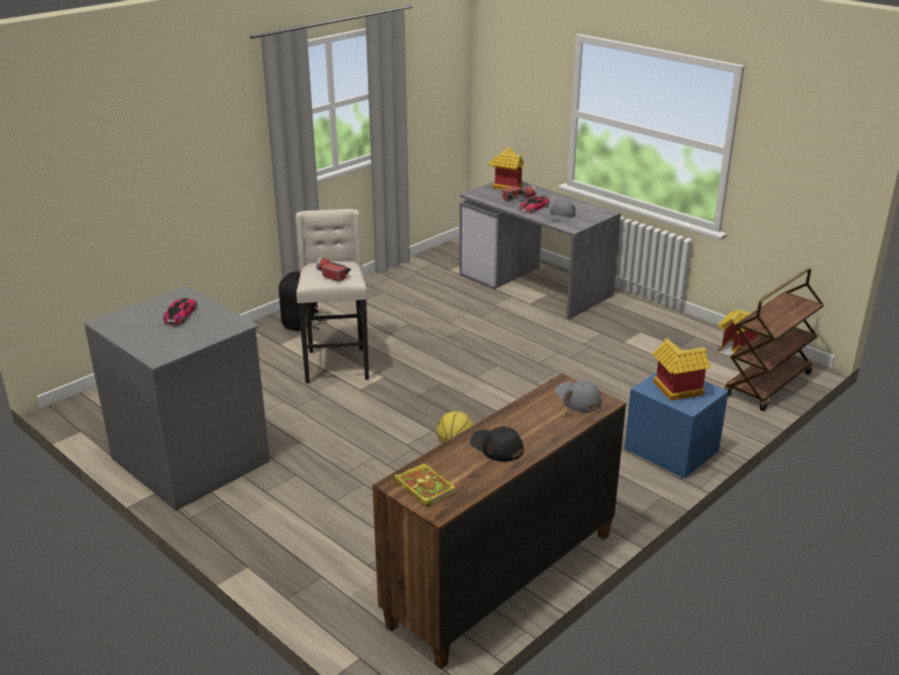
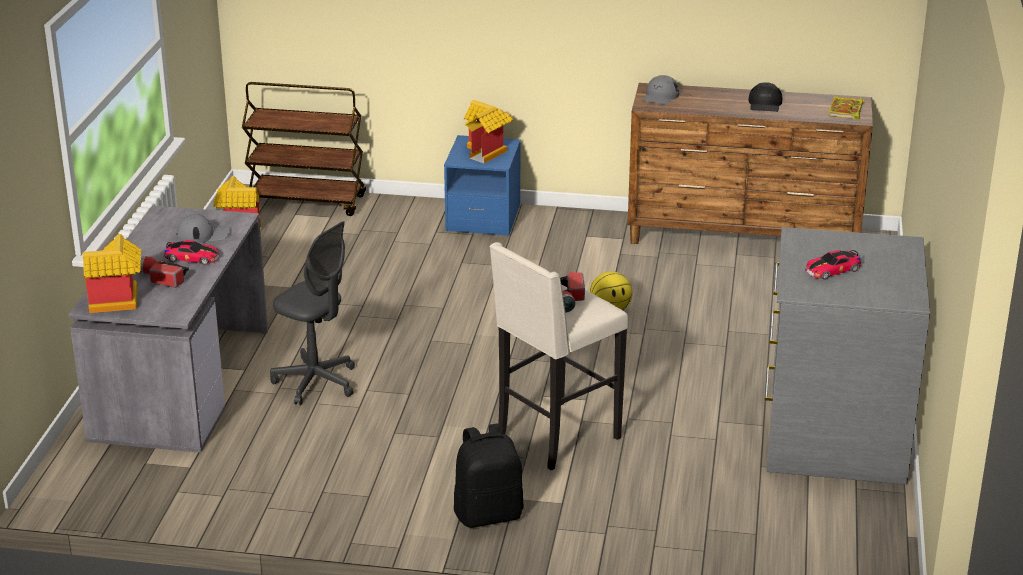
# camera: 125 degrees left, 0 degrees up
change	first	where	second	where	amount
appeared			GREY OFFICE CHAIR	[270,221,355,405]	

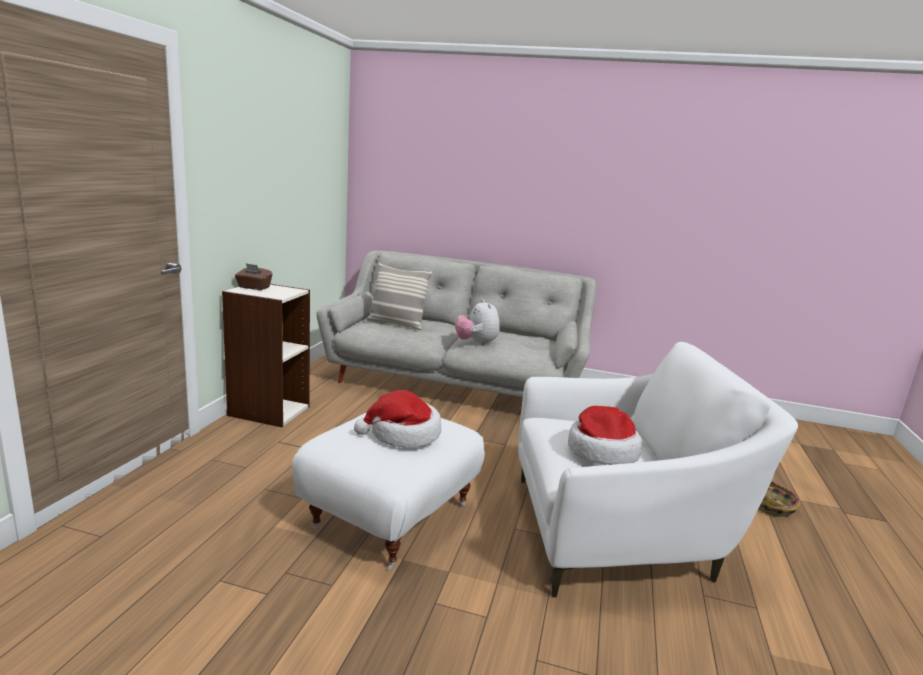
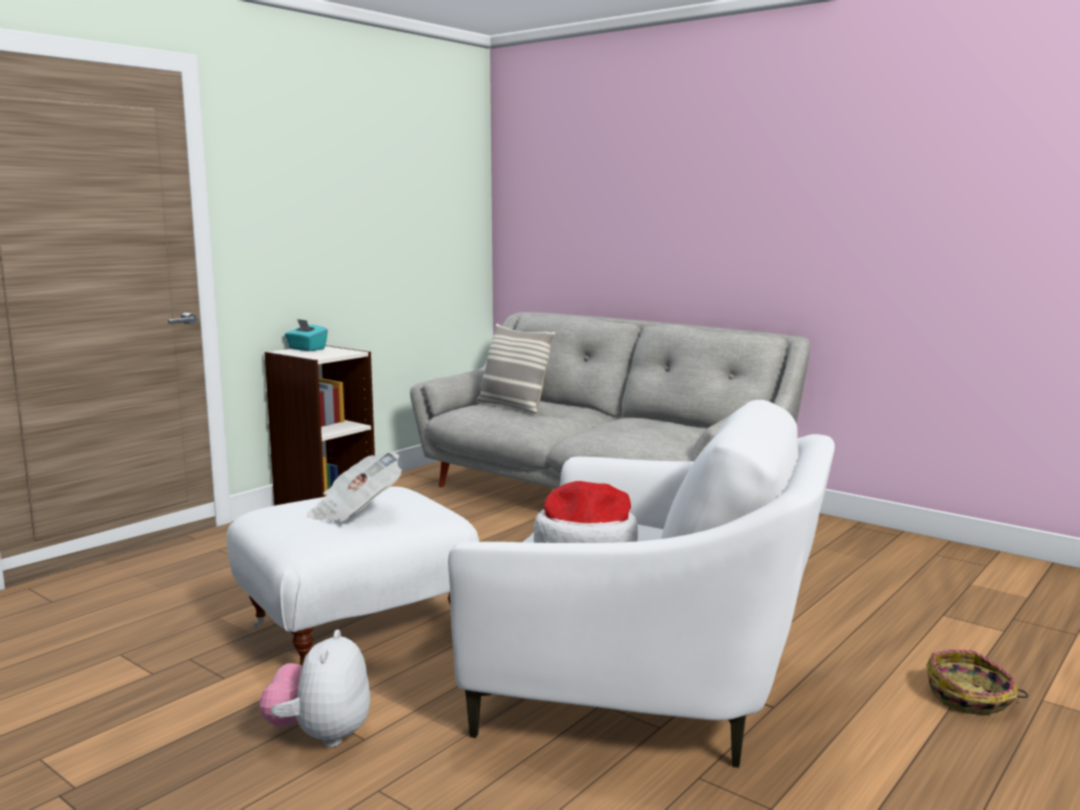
# camera: 25 degrees right, 5 degrees down
change	first	where	second	where	amount
relocated	PLUSH TOY	[455,299,500,346]		[259,630,370,747]	
colour	BROWN TISSUE BOX	[235,263,273,290]	TURQUOISE TISSUE BOX	[285,319,328,351]	
exchanged	HAT	[354,390,441,448]	NEWSPAPER	[307,452,402,522]	

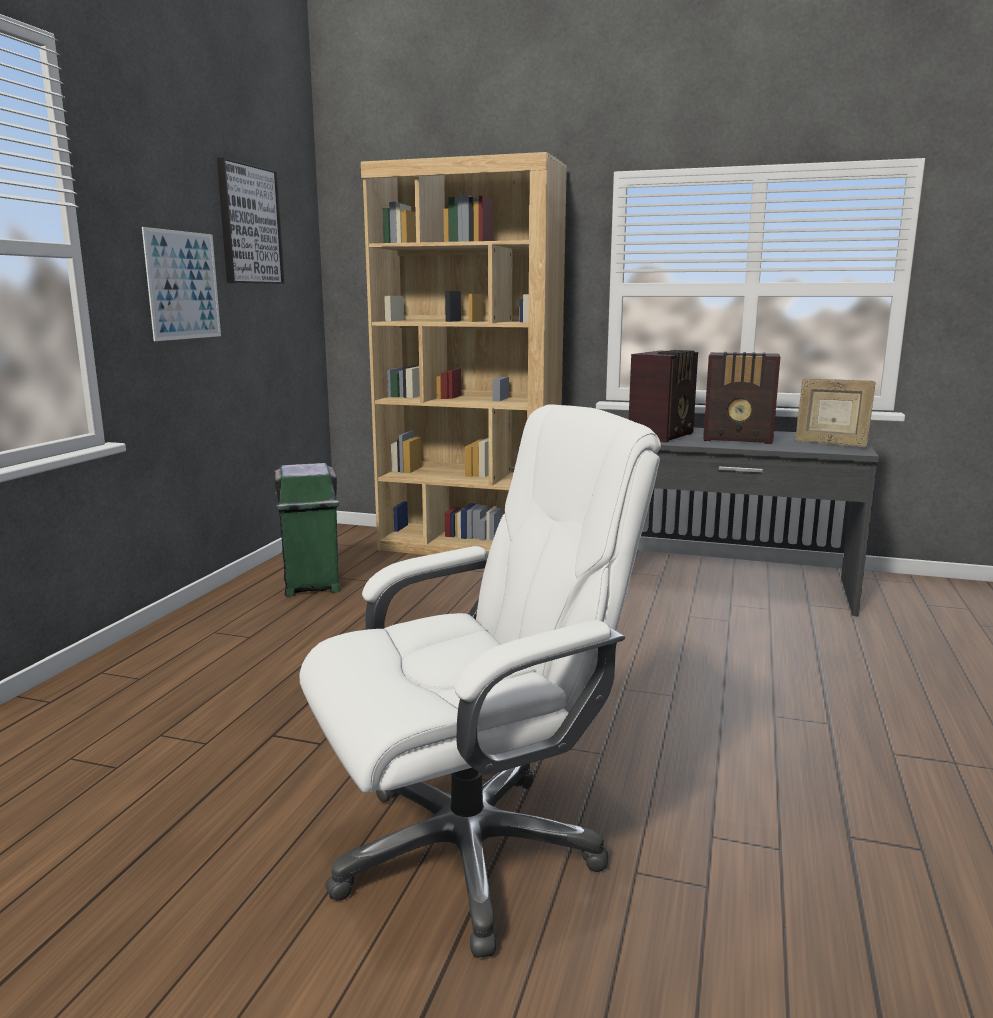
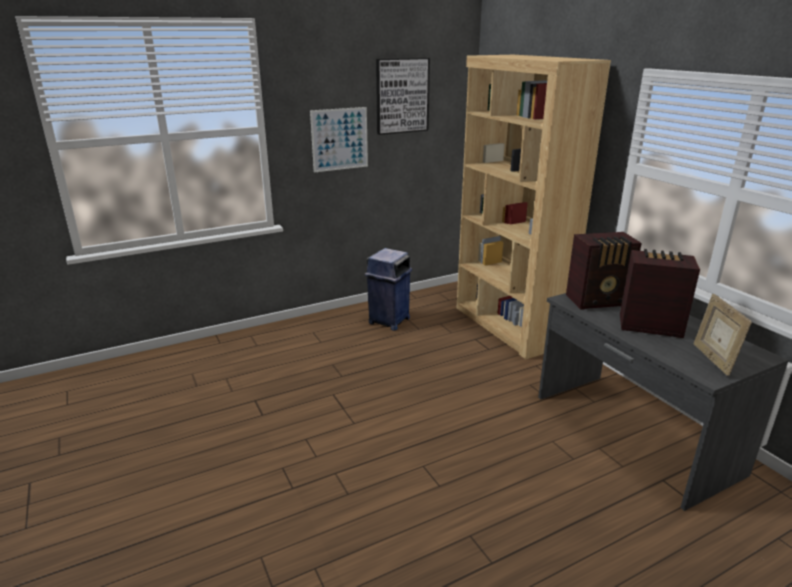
# camera: 45 degrees right, 10 degrees up
change	first	where	second	where	amount
colour	GREEN TRASH CAN	[274,463,341,597]	BLUE TRASH CAN	[365,248,412,331]	
spun	RADIO	[703,352,780,444]		[620,249,700,338]	135 degrees clockwise
missing	WHITE OFFICE CHAIR	[299,404,661,958]			

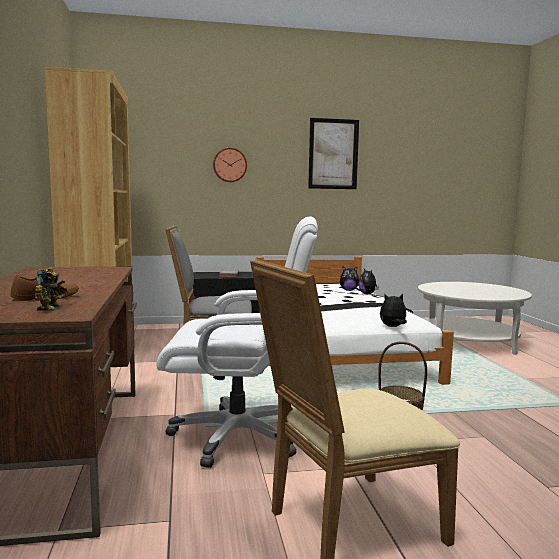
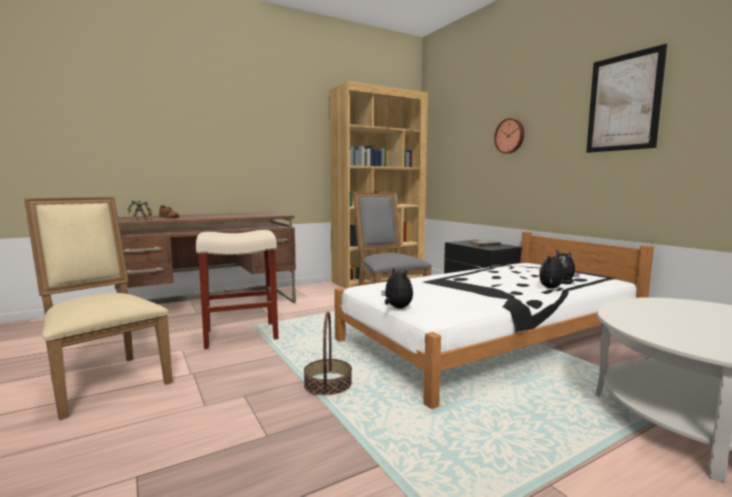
# camera: 70 degrees right, 0 degrees up
change	first	where	second	where	amount
exchanged	WHITE OFFICE CHAIR	[157,216,318,468]	BEIGE STOOL	[196,230,278,349]	

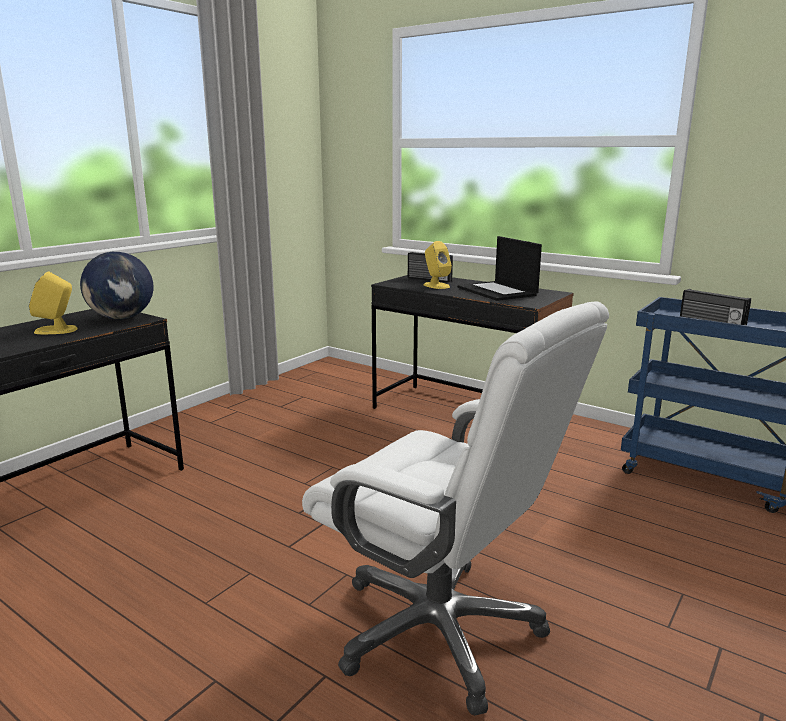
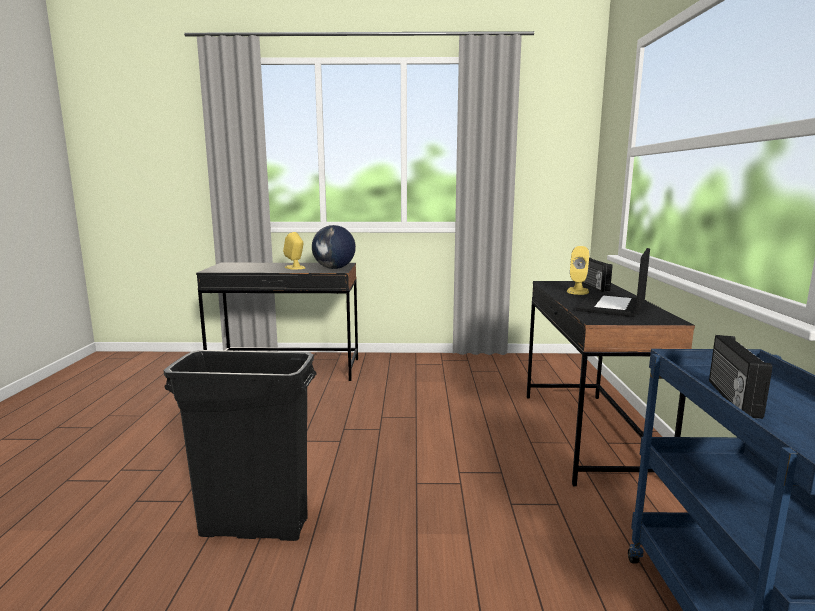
# camera: 55 degrees right, 5 degrees down
change	first	where	second	where	amount
exchanged	WHITE OFFICE CHAIR	[302,301,609,716]	BLACK TRASH CAN	[164,350,317,541]	

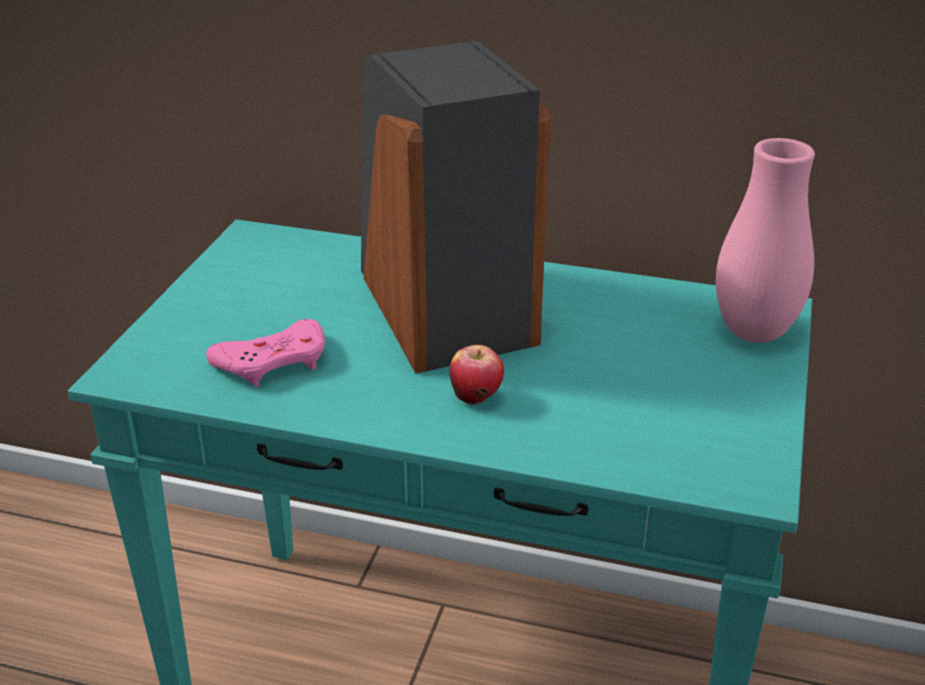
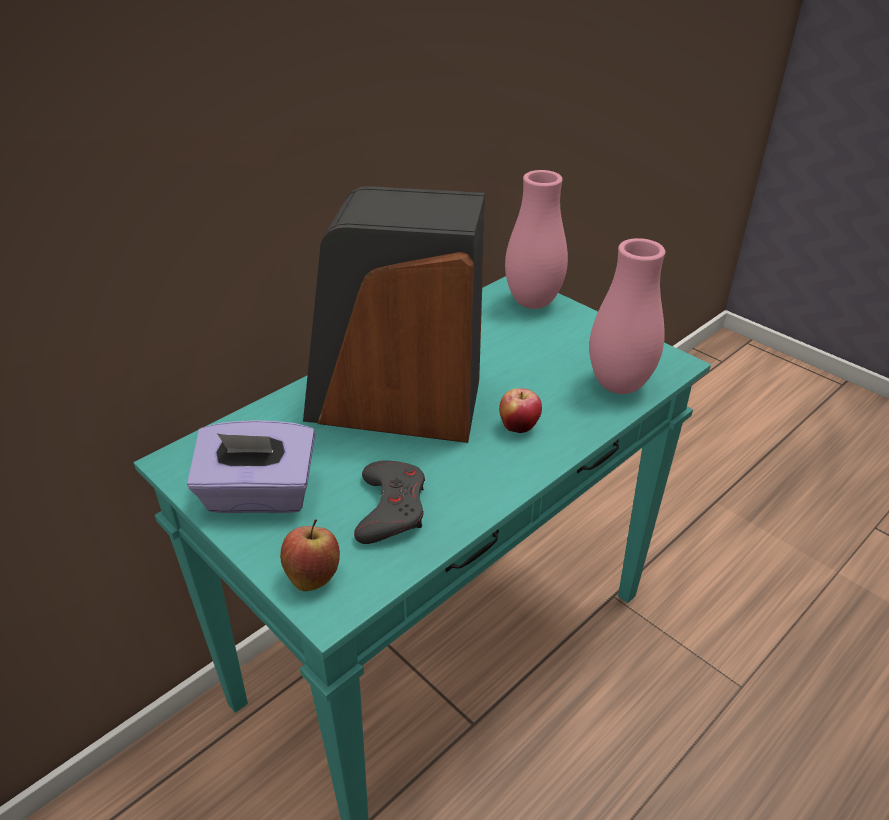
# camera: 60 degrees left, 5 degrees up
change	first	where	second	where	amount
appeared			PURPLE TISSUE BOX	[187,420,315,513]	
appeared			APPLE	[280,519,340,591]	
colour	PINK GAME CONTROLLER	[206,319,325,387]	GREY GAME CONTROLLER	[354,460,425,544]	
appeared			PINK VASE	[589,238,665,394]	

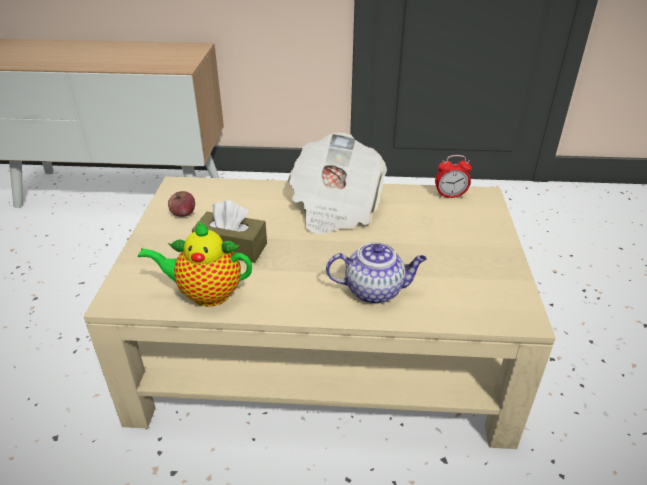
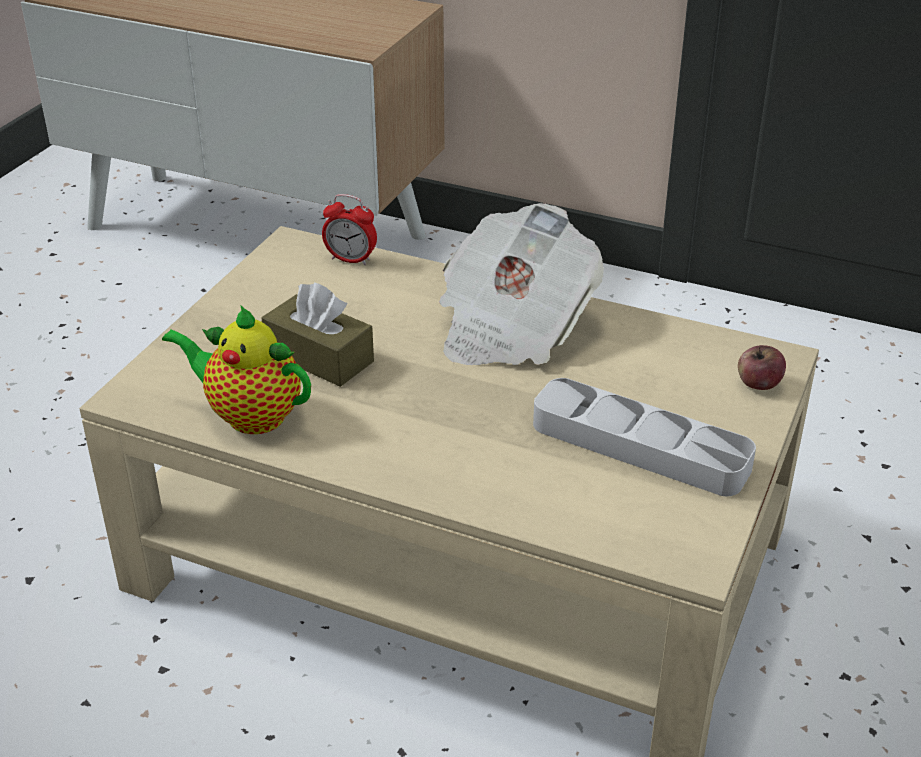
# camera: 20 degrees right, 0 degrees up
change	first	where	second	where	amount
relocated	ALARM CLOCK	[435,155,472,198]		[322,194,377,265]	
appeared			GREY TRAY	[533,378,756,496]	
relocated	APPLE	[168,191,195,217]		[738,345,786,390]	
missing	TEAPOT	[326,242,427,304]			

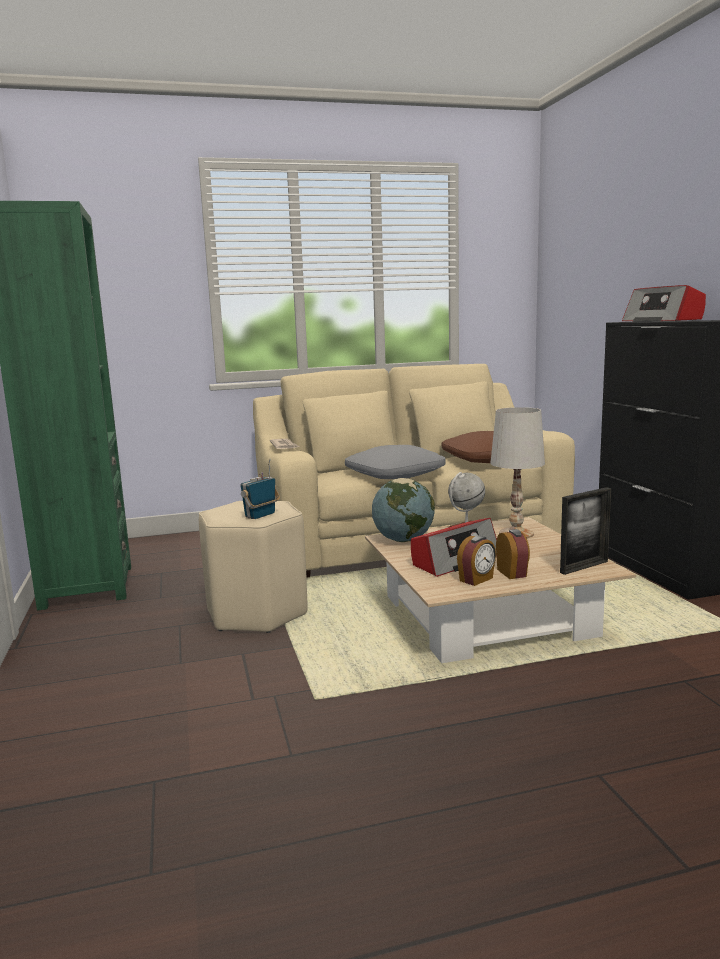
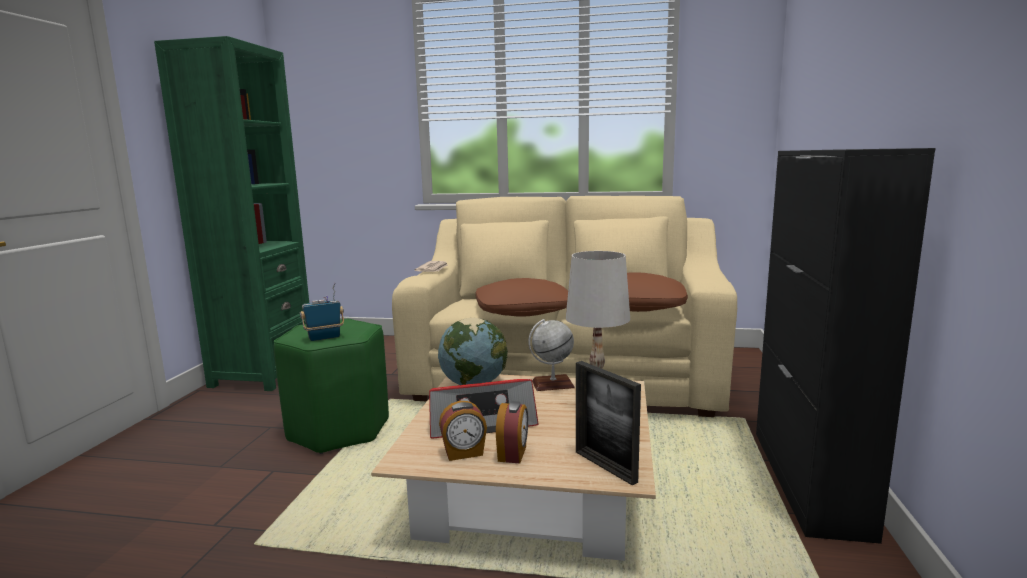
# camera: 25 degrees right, 0 degrees up
change	first	where	second	where	amount
colour	BEIGE STOOL	[199,501,307,633]	GREEN STOOL	[274,319,389,454]	
colour	GREY PILLOW	[345,445,445,479]	BROWN PILLOW	[475,278,568,316]	
spun	PICTURE FRAME	[560,487,611,575]		[576,361,641,486]	60 degrees clockwise
missing	RADIO	[622,285,706,322]			

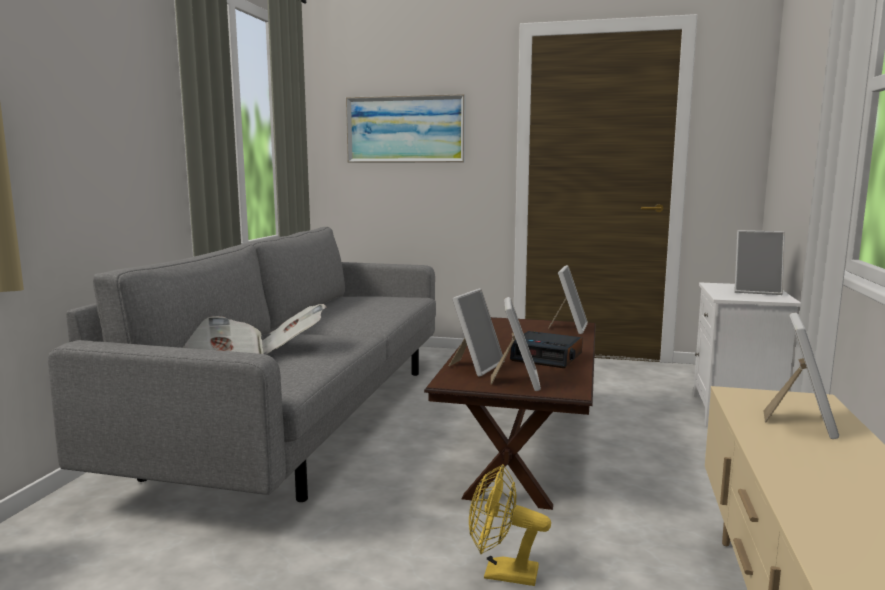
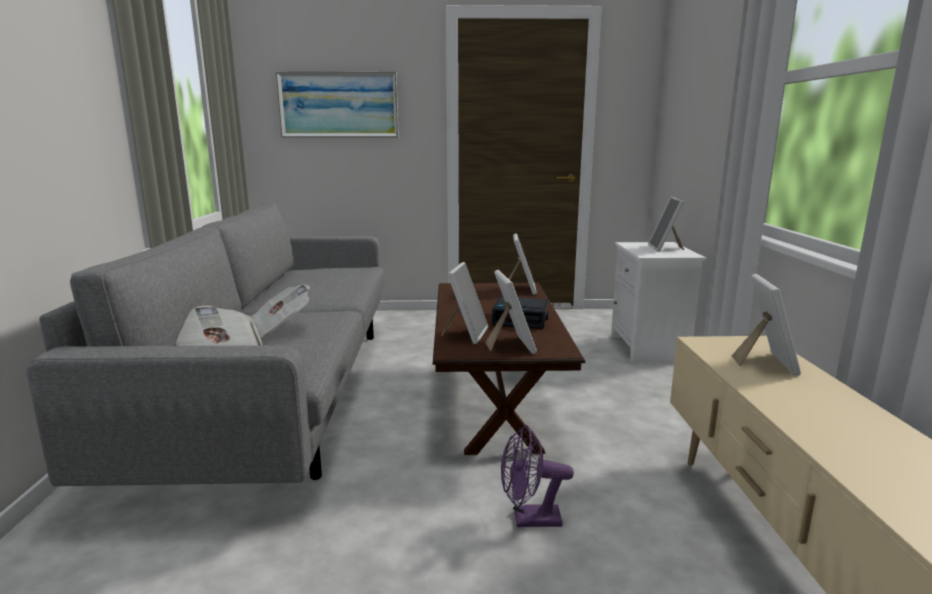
# camera: 15 degrees left, 5 degrees up
change	first	where	second	where	amount
colour	YELLOW FAN	[469,464,551,586]	PURPLE FAN	[501,425,574,527]	
spun	PICTURE FRAME	[734,230,785,295]		[648,197,684,252]	90 degrees clockwise

